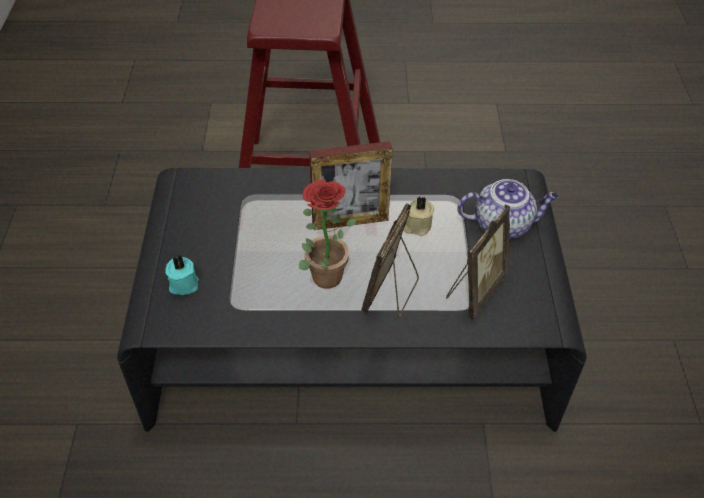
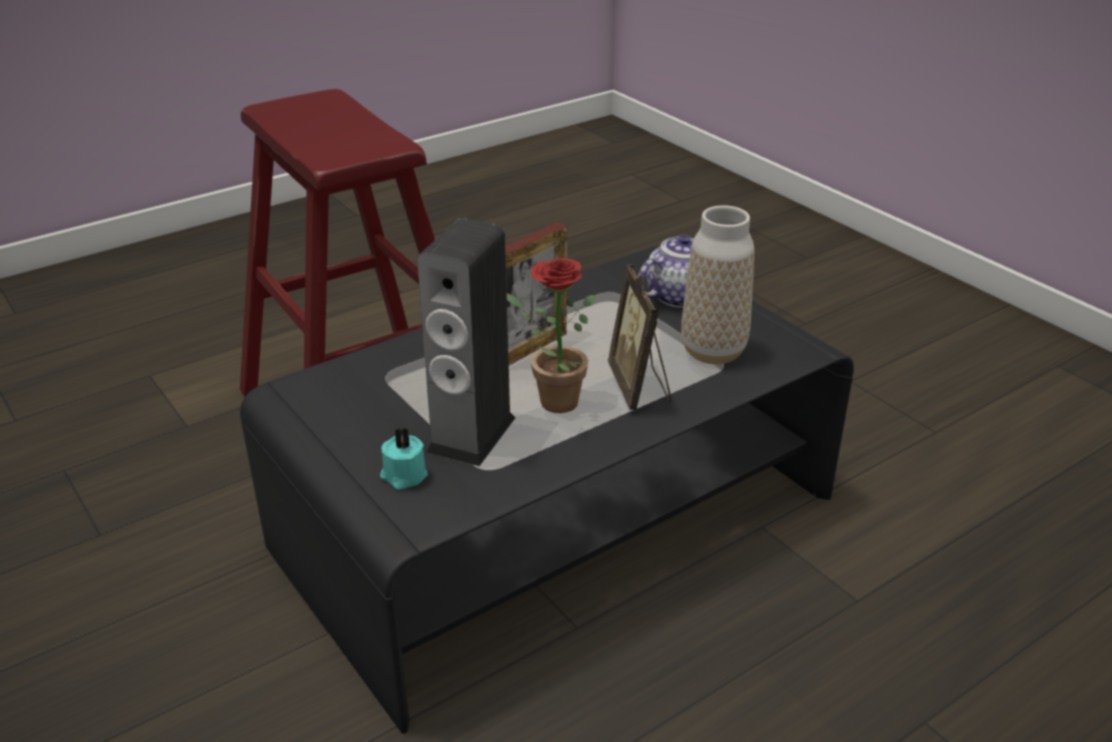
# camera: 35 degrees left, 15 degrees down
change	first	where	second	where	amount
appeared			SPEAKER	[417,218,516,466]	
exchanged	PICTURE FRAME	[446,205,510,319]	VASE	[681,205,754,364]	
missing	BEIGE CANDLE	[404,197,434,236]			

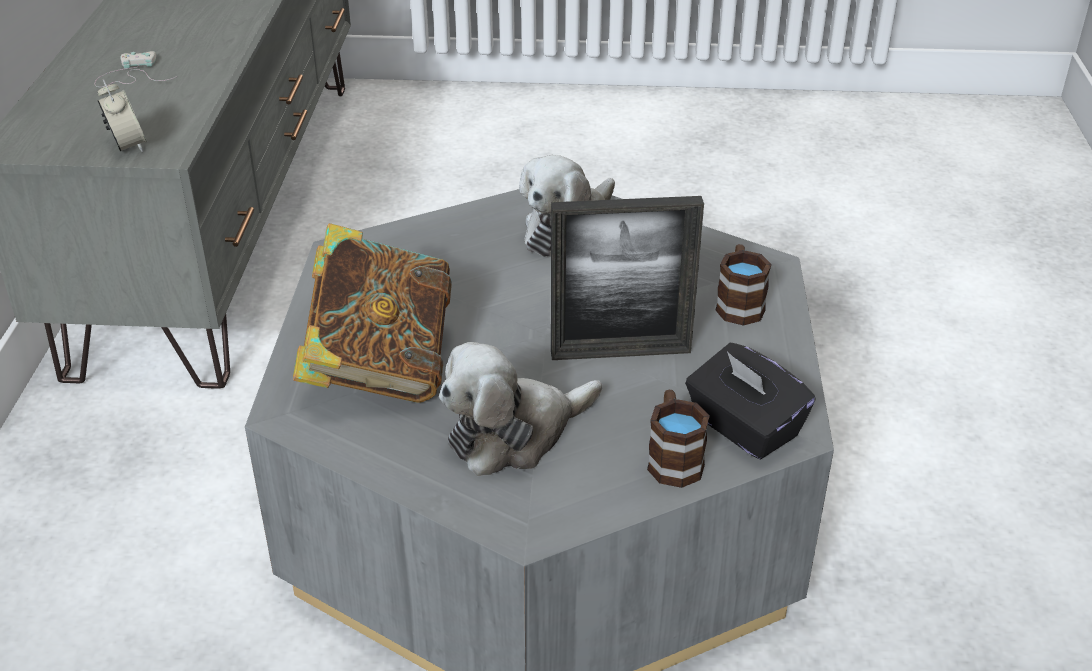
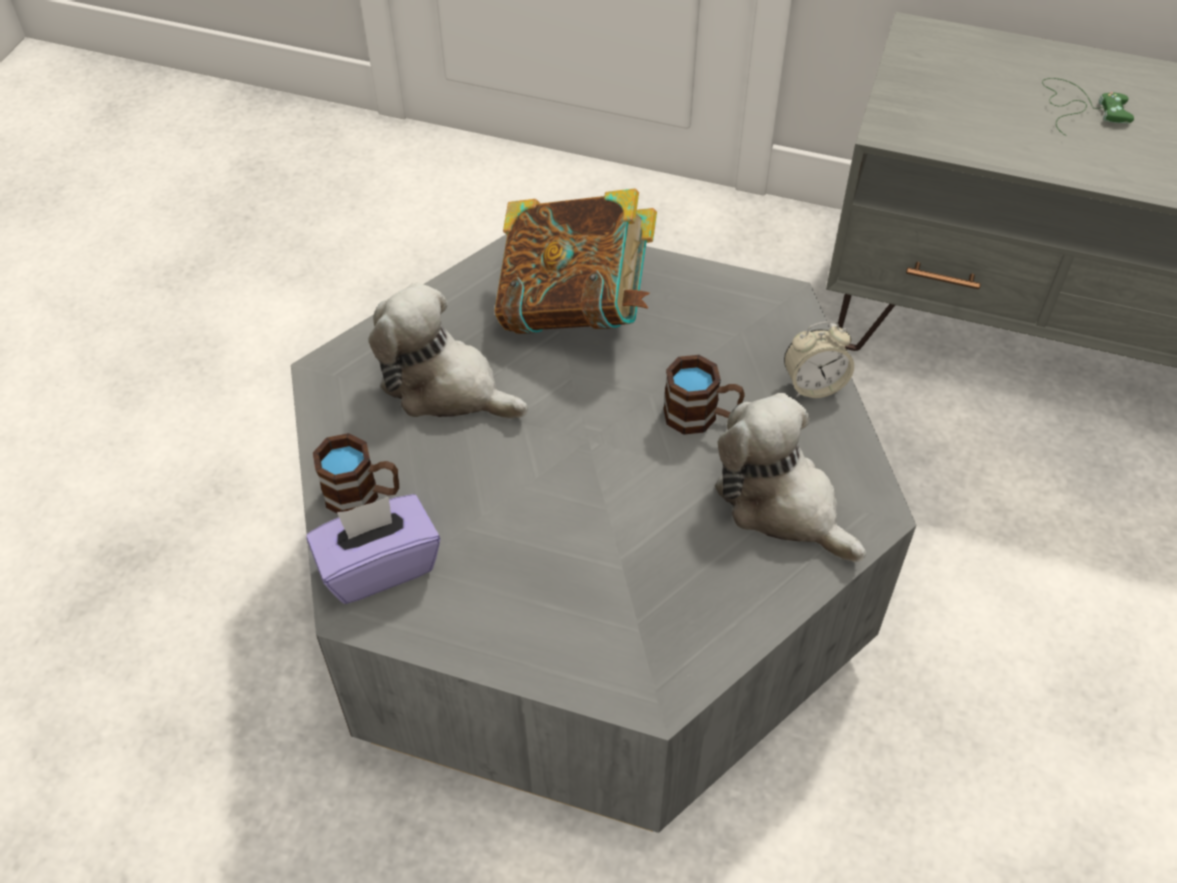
# camera: 105 degrees right, 15 degrees up
change	first	where	second	where	amount
colour	BLACK TISSUE BOX	[685,343,816,459]	PURPLE TISSUE BOX	[306,494,440,604]	
spun	PLUSH TOY	[439,342,602,476]		[368,283,528,419]	45 degrees counterclockwise
relocated	BROWN MUG	[715,244,771,326]		[663,355,745,435]	
relocated	ALARM CLOCK	[97,79,147,152]		[784,321,854,398]	
colour	WHITE GAME CONTROLLER	[95,51,177,87]	GREEN GAME CONTROLLER	[1042,78,1134,136]	
missing	PICTURE FRAME	[551,196,704,360]			

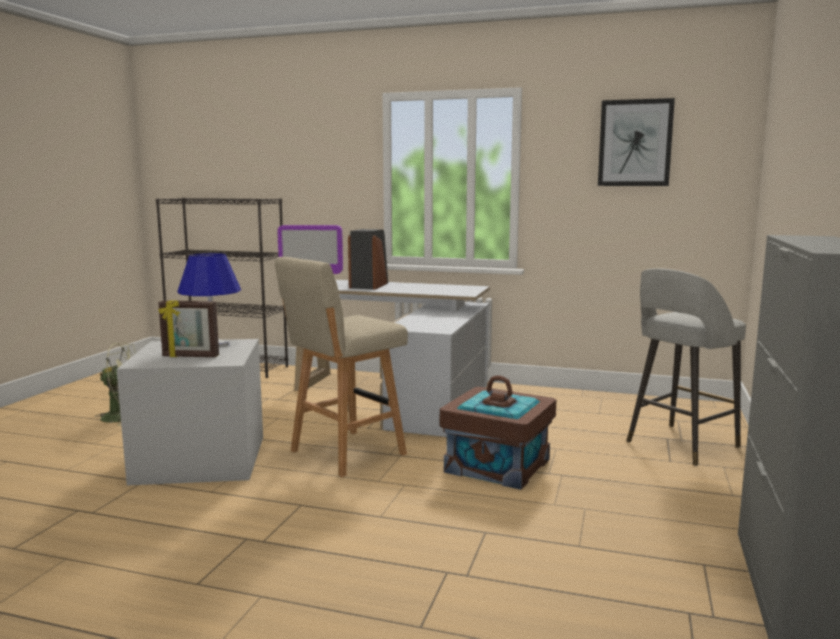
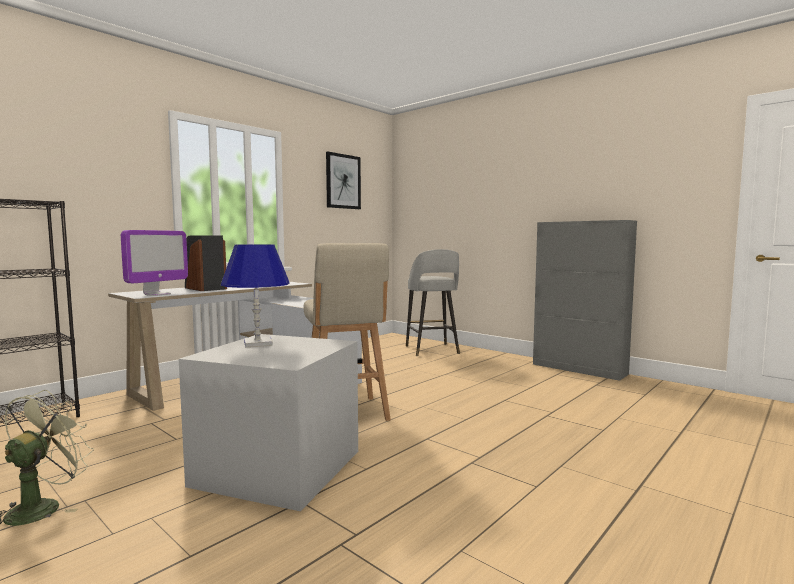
# camera: 65 degrees left, 5 degrees down
change	first	where	second	where	amount
missing	PICTURE FRAME	[158,300,219,357]			
missing	BROWN STORAGE BOX	[440,375,556,490]			

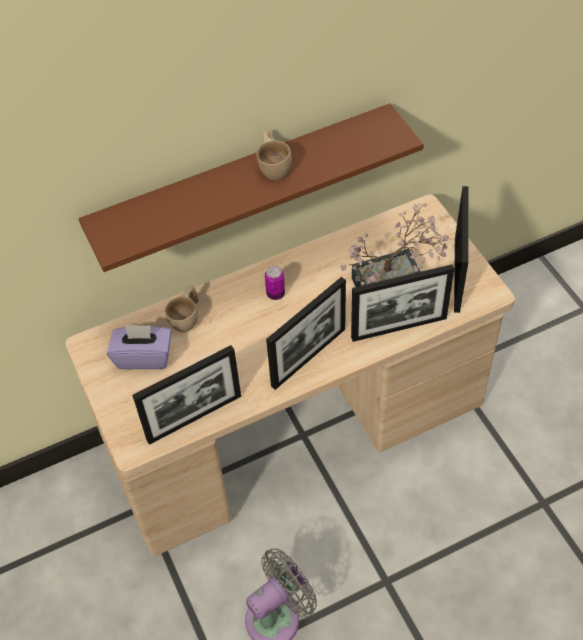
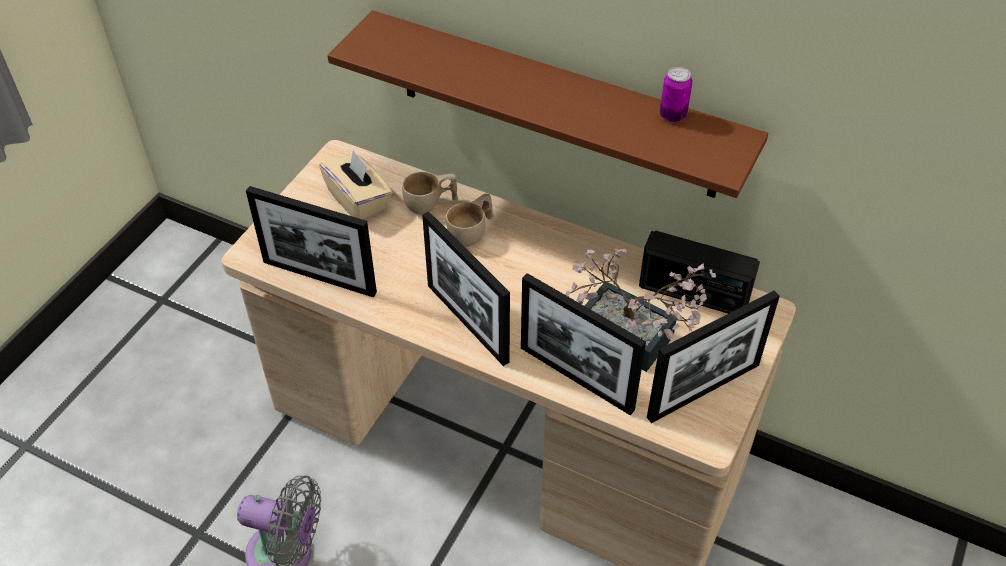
# camera: 50 degrees right, 5 degrees down
change	first	where	second	where	amount
colour	PURPLE TISSUE BOX	[107,324,172,369]	BEIGE TISSUE BOX	[319,150,392,220]	
spun	PICTURE FRAME	[266,277,346,390]		[422,211,510,366]	45 degrees clockwise
relocated	BEIGE CUP	[256,130,292,180]		[446,194,493,247]	
appeared			RADIO	[639,230,760,314]	
relocated	CAN	[265,266,285,300]		[660,67,693,122]	

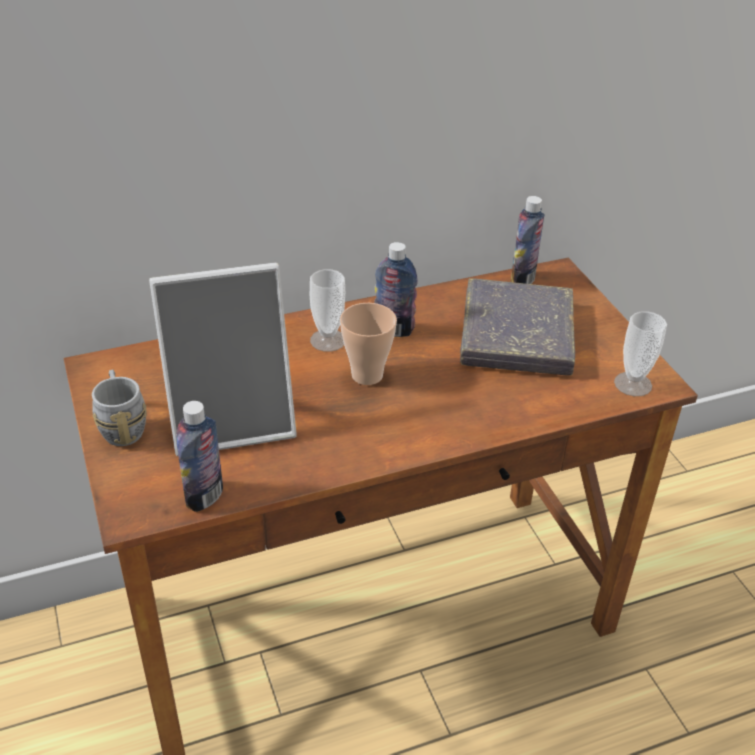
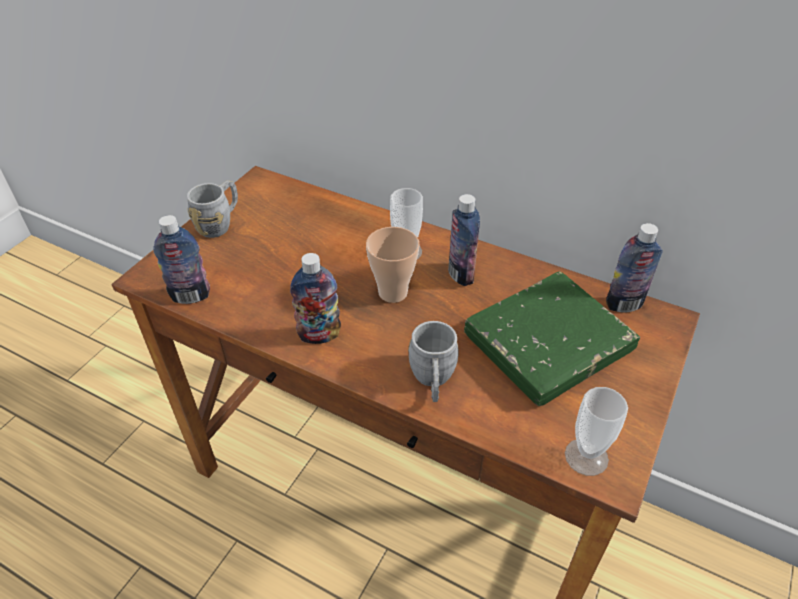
# camera: 50 degrees right, 5 degrees up
change	first	where	second	where	amount
appeared			BOTTLE	[290,253,341,344]	
appeared			GREY MUG	[408,321,459,402]	
colour	GREY BOOK	[460,278,575,375]	GREEN BOOK	[464,271,640,406]	
missing	PICTURE FRAME	[149,262,297,457]			

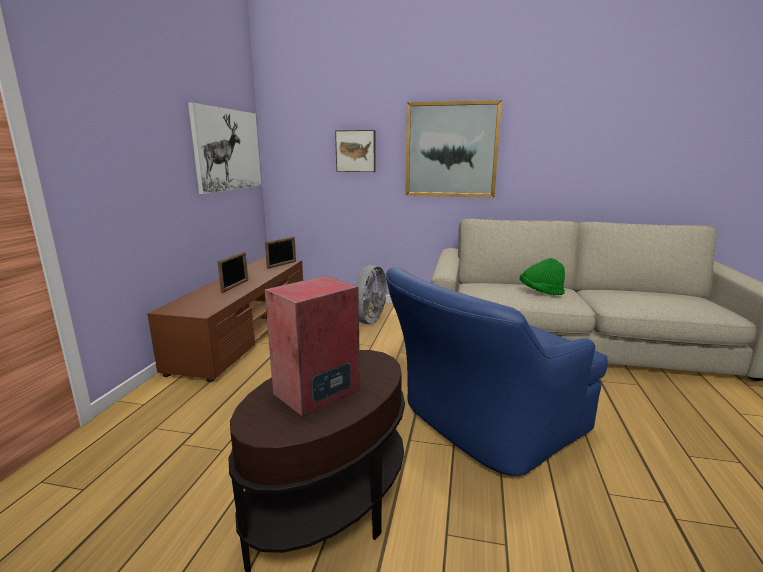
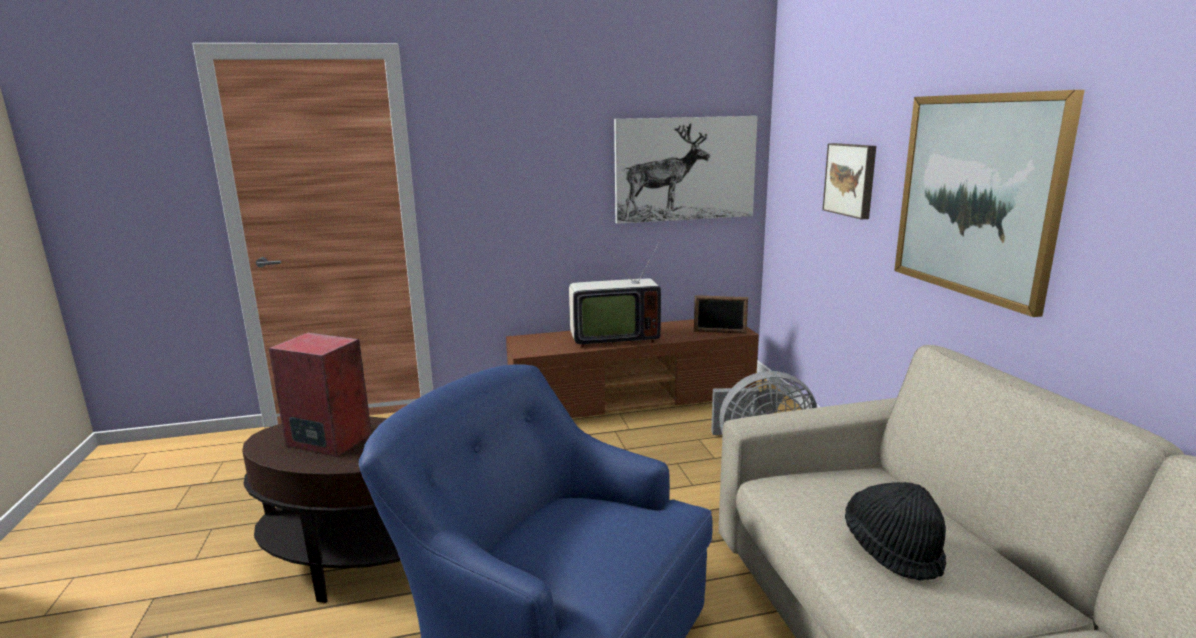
# camera: 65 degrees right, 0 degrees up
change	first	where	second	where	amount
exchanged	PICTURE FRAME	[217,252,248,293]	TELEVISION	[569,239,661,348]	
colour	GREEN HAT	[520,258,565,295]	BLACK HAT	[845,482,946,581]	

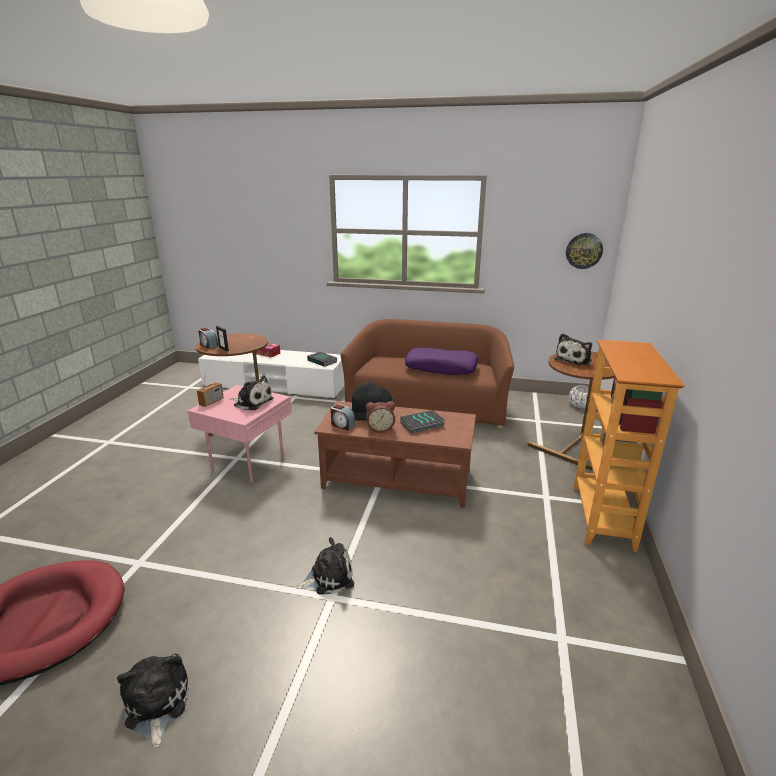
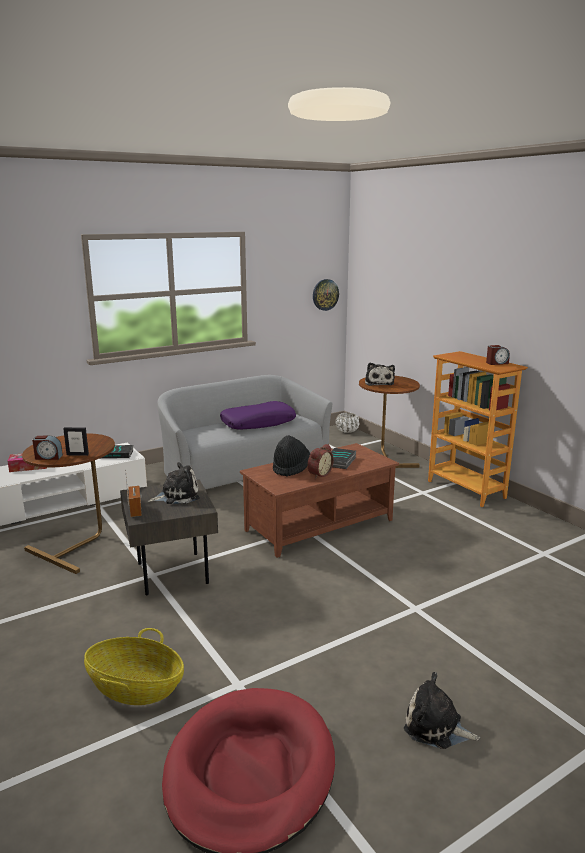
# camera: 45 degrees left, 5 degrees down
change	first	where	second	where	amount
appeared			BASKET	[84,628,184,705]	
colour	PINK SIDE TABLE	[188,385,292,482]	GREY SIDE TABLE	[120,480,218,595]	
colour	BROWN SOFA	[340,319,514,429]	GREY SOFA	[157,375,332,490]	
relocated	ALARM CLOCK	[331,404,355,431]		[486,345,510,365]	
missing	PLUSH TOY	[296,537,354,595]			

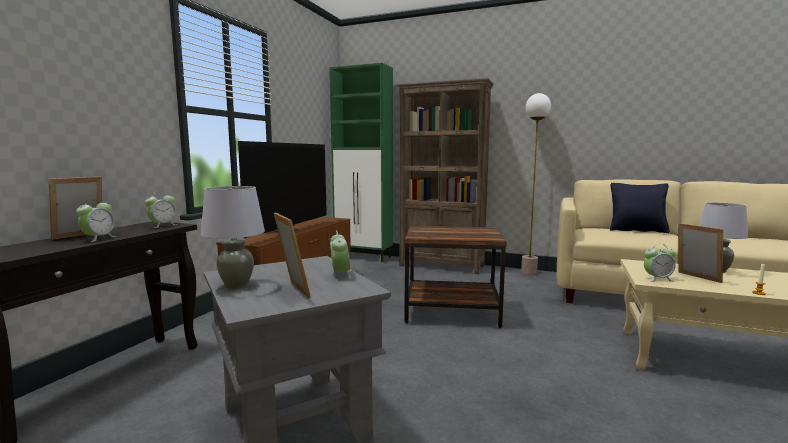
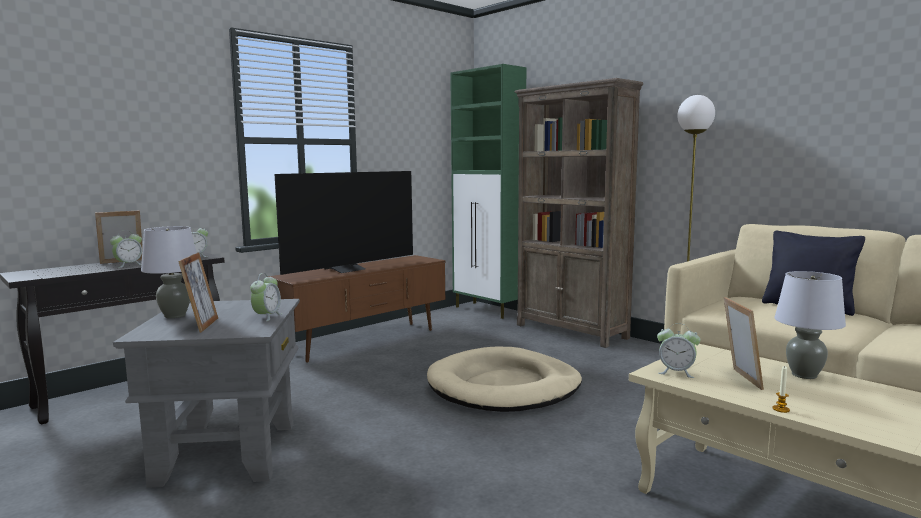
# camera: 25 degrees right, 0 degrees up
change	first	where	second	where	amount
exchanged	BROWN SIDE TABLE	[405,226,507,328]	BEIGE DOG BED	[427,347,582,412]	

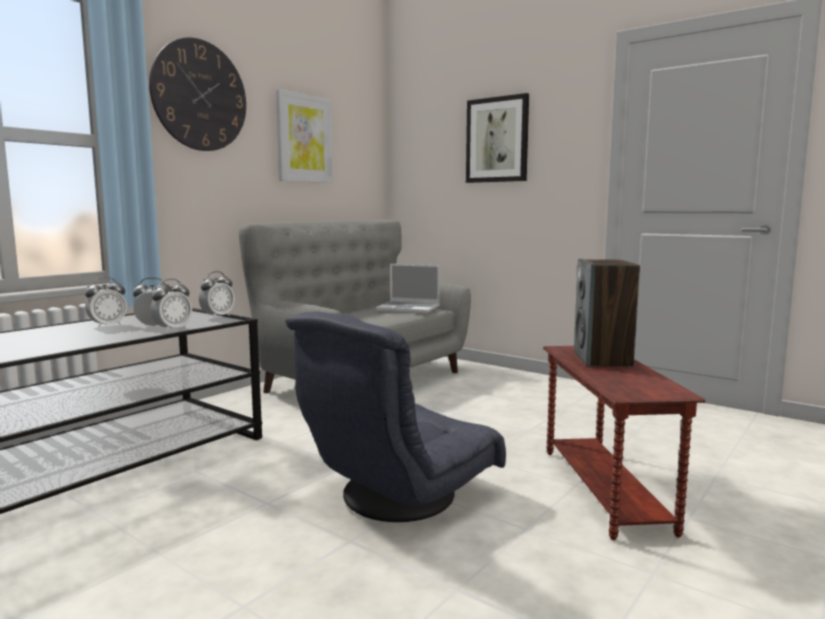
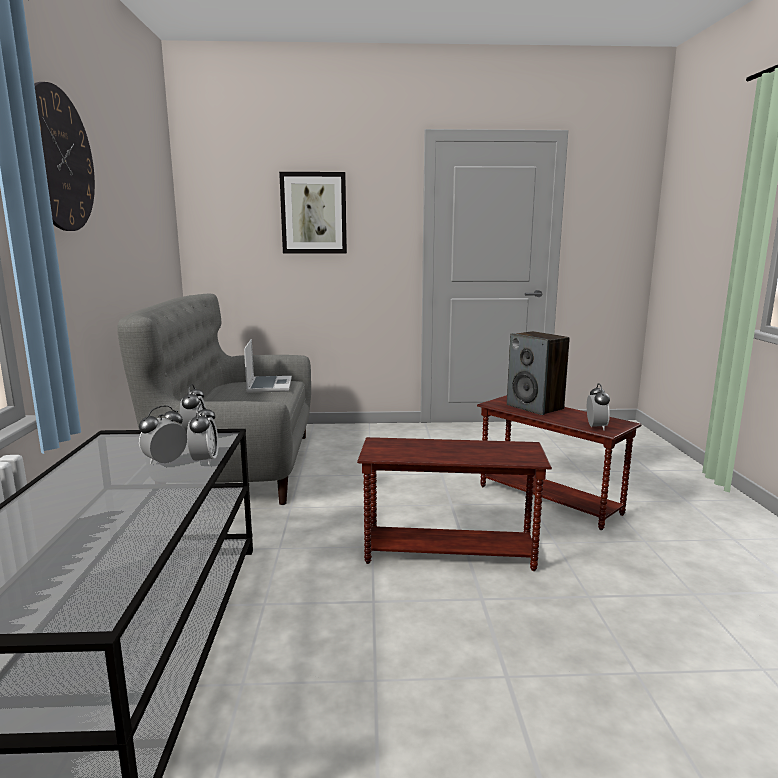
# camera: 40 degrees left, 5 degrees up
change	first	where	second	where	amount
spun	LAPTOP	[376,264,440,314]		[244,339,292,393]	75 degrees counterclockwise
exchanged	GREY ARMCHAIR	[285,311,506,522]	BROWN SIDE TABLE	[357,437,552,571]	
relocated	ALARM CLOCK	[85,277,127,328]		[587,383,610,431]	
missing	PICTURE	[276,89,333,183]			

